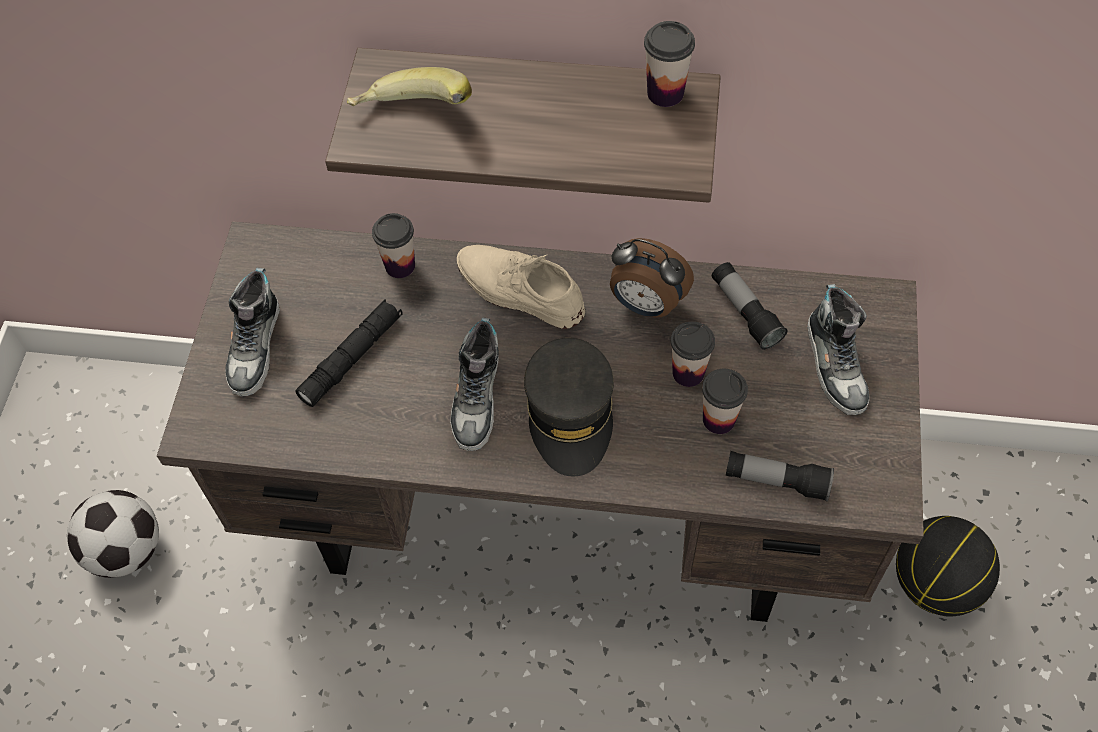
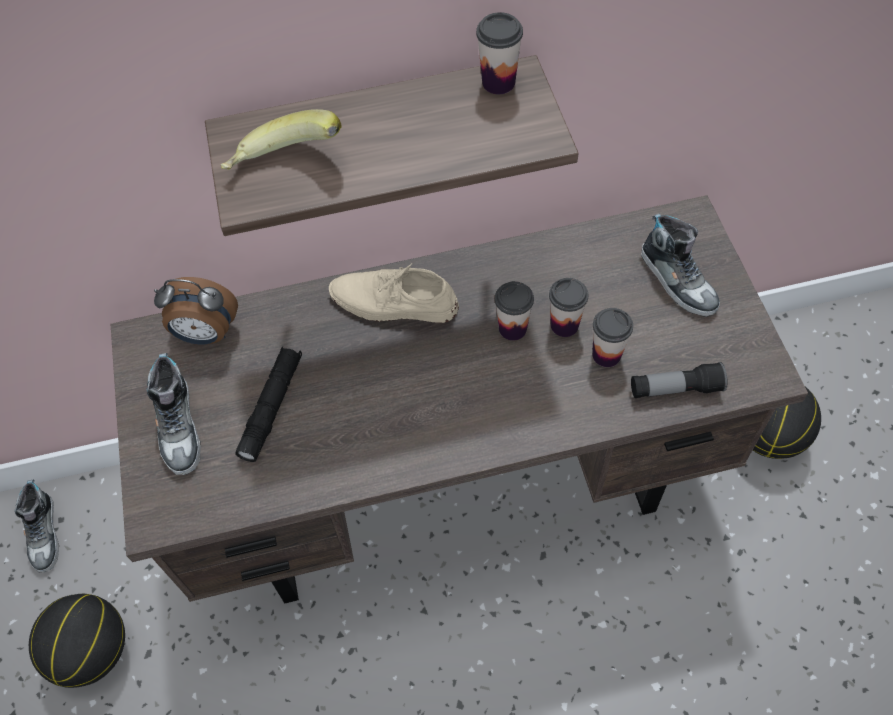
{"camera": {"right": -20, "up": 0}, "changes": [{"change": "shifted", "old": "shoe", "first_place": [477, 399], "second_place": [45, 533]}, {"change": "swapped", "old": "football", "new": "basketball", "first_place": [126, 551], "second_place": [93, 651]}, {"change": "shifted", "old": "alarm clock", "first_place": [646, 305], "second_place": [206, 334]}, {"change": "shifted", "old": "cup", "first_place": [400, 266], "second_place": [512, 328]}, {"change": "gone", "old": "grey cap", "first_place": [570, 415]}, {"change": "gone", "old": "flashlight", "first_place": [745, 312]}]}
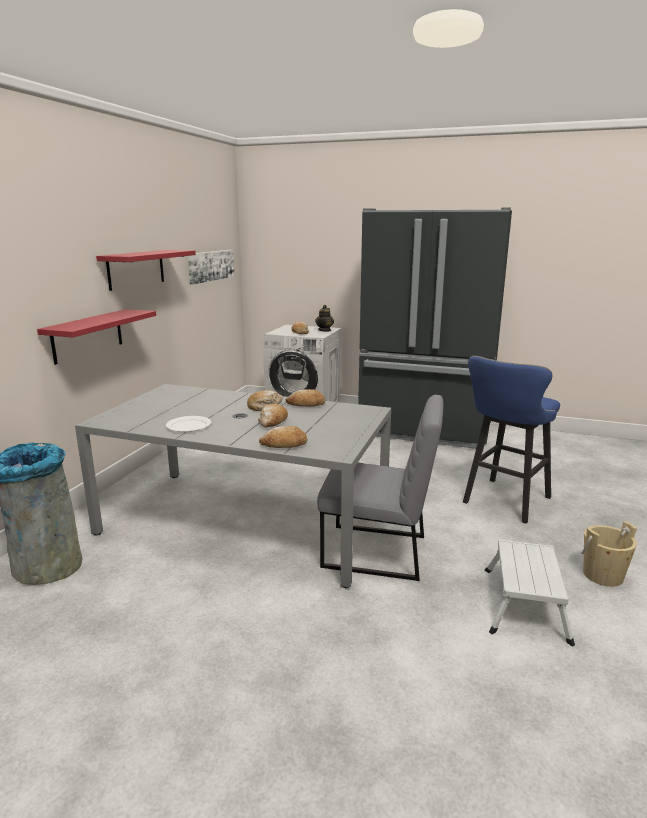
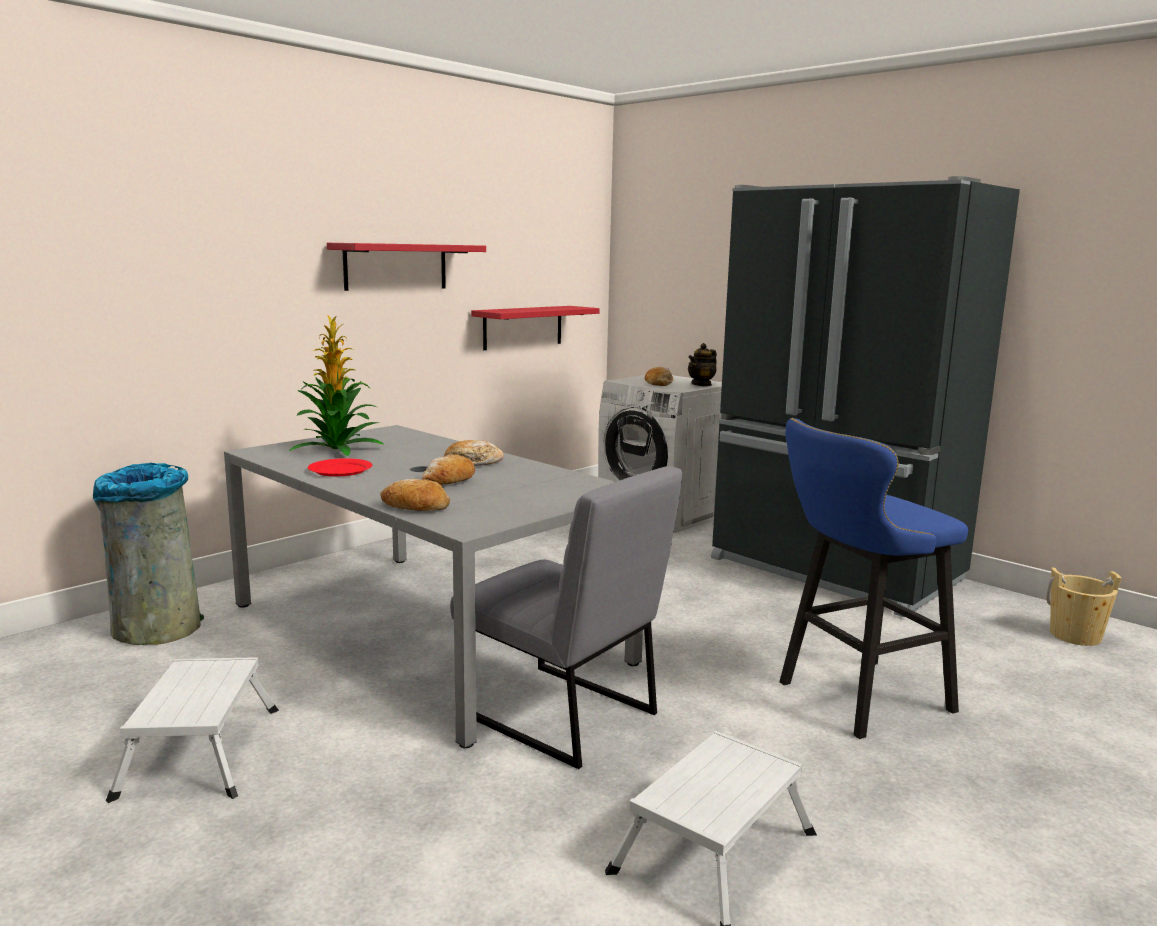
{"camera": {"right": 25, "up": -5}, "changes": [{"change": "new", "new": "white step ladder", "second_place": [200, 751]}, {"change": "new", "new": "potted plant", "second_place": [338, 449]}, {"change": "repainted", "old": "white plate", "new": "red plate", "first_place": [188, 426], "second_place": [340, 470]}, {"change": "shifted", "old": "red shelf", "first_place": [87, 335], "second_place": [523, 327]}, {"change": "shifted", "old": "beige bucket", "first_place": [603, 575], "second_place": [1075, 636]}, {"change": "gone", "old": "picture", "first_place": [210, 266]}, {"change": "gone", "old": "bread", "first_place": [306, 405]}]}
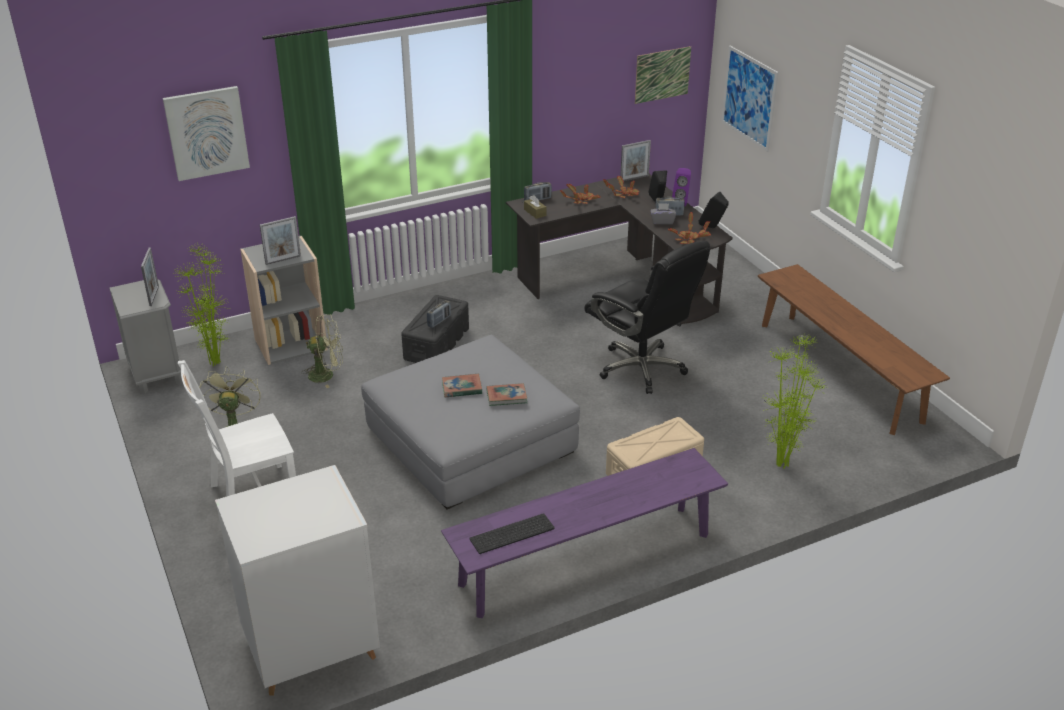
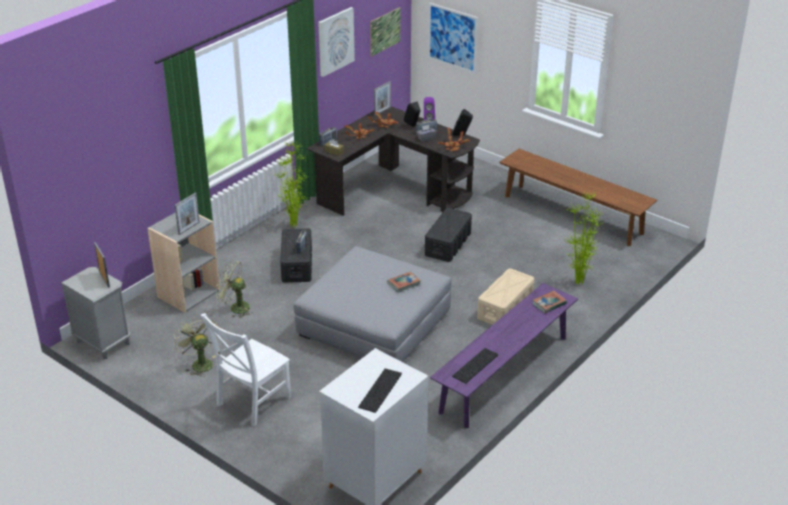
{"camera": {"right": -25, "up": 0}, "changes": [{"change": "rotated", "old": "green fan", "first_place": [327, 375], "second_place": [235, 308], "degrees": -135}, {"change": "shifted", "old": "potted plant", "first_place": [217, 363], "second_place": [295, 226]}, {"change": "shifted", "old": "picture", "first_place": [207, 133], "second_place": [335, 41]}, {"change": "new", "new": "keyboard", "second_place": [381, 391]}, {"change": "swapped", "old": "black office chair", "new": "black storage box", "first_place": [640, 367], "second_place": [447, 244]}, {"change": "shifted", "old": "book", "first_place": [462, 388], "second_place": [549, 304]}]}
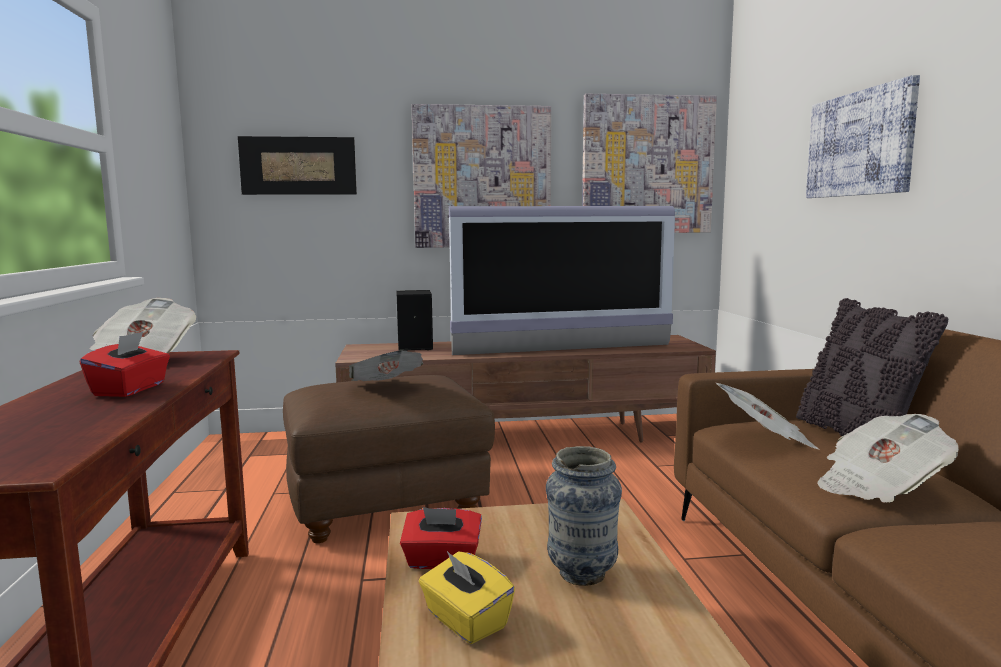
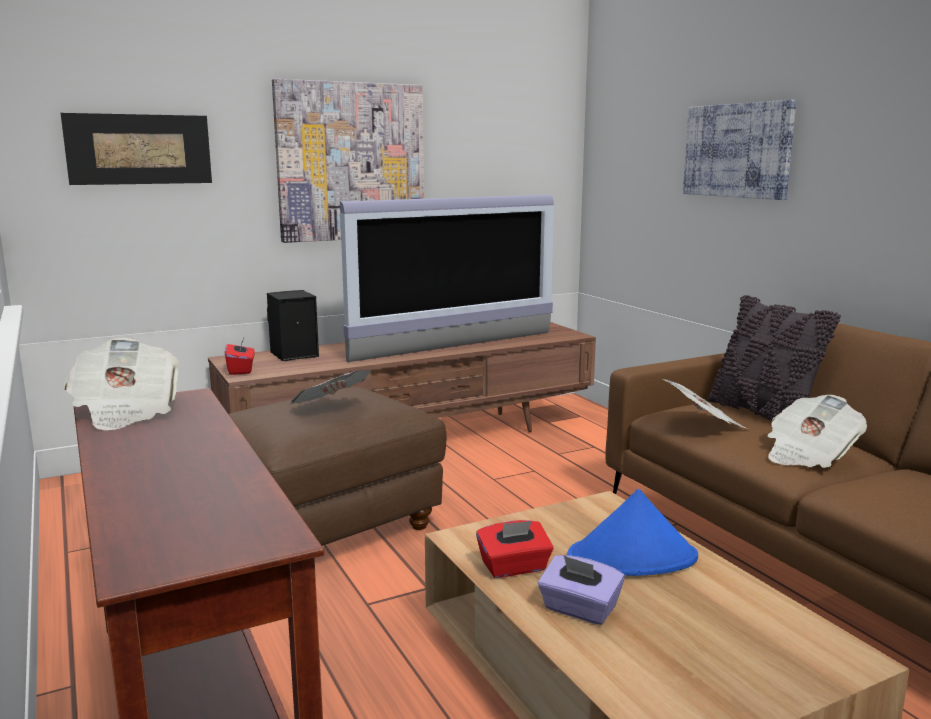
{"camera": {"right": -20, "up": 5}, "changes": [{"change": "shifted", "old": "red tissue box", "first_place": [130, 389], "second_place": [241, 370]}, {"change": "repainted", "old": "yellow tissue box", "new": "purple tissue box", "first_place": [465, 621], "second_place": [579, 609]}, {"change": "swapped", "old": "vase", "new": "blue hat", "first_place": [582, 574], "second_place": [633, 558]}, {"change": "gone", "old": "picture", "first_place": [647, 165]}]}
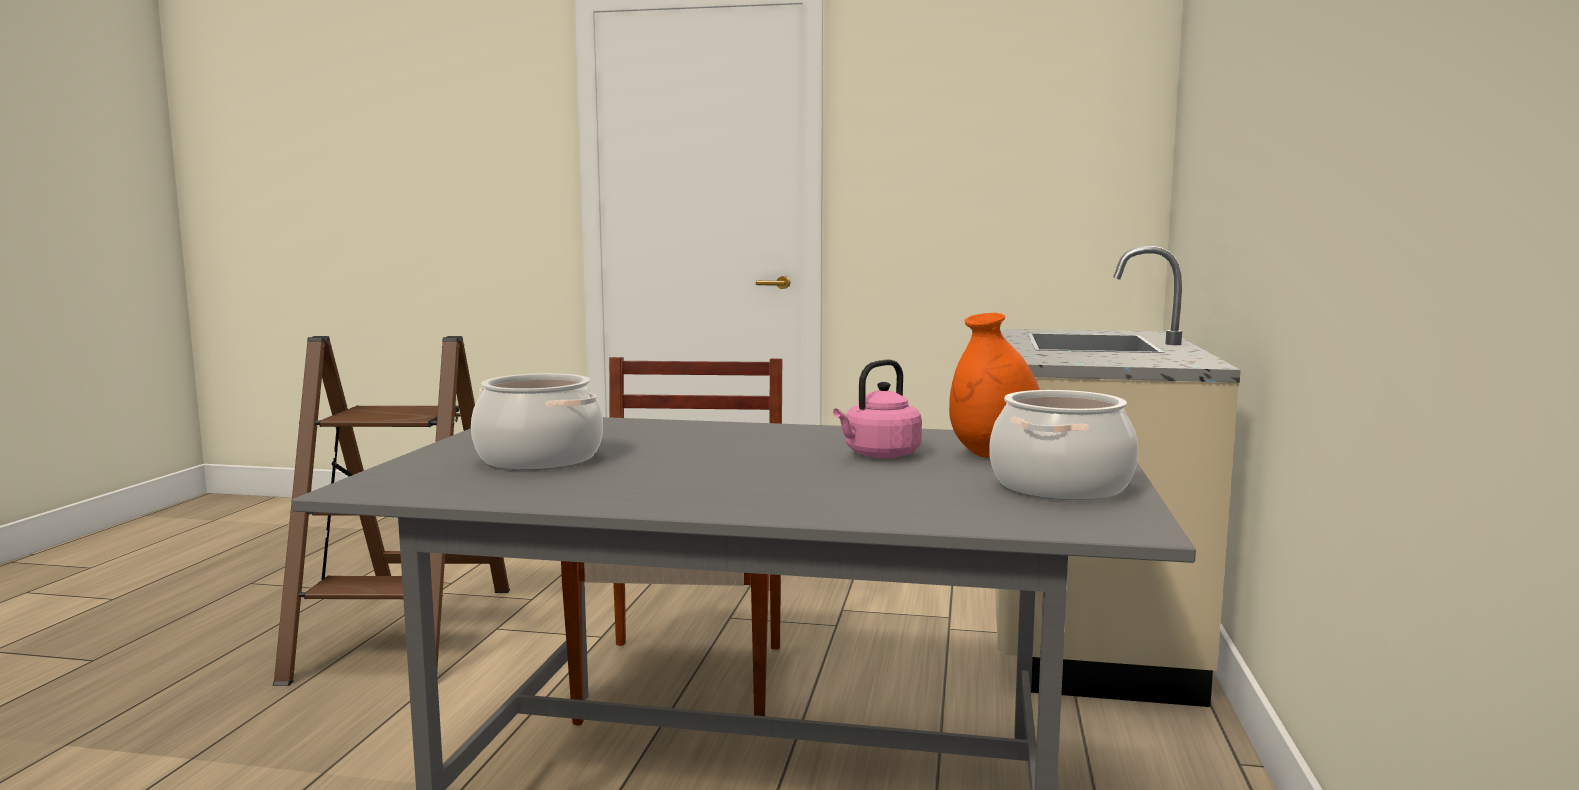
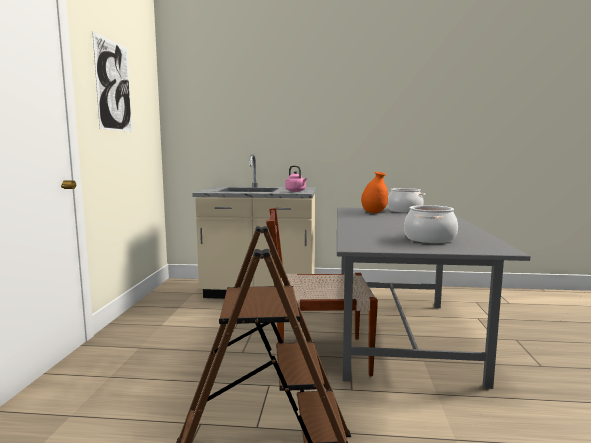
{"camera": {"right": -95, "up": 0}, "changes": [{"change": "new", "new": "picture", "second_place": [114, 86]}, {"change": "shifted", "old": "pink kettle", "first_place": [879, 455], "second_place": [296, 191]}]}
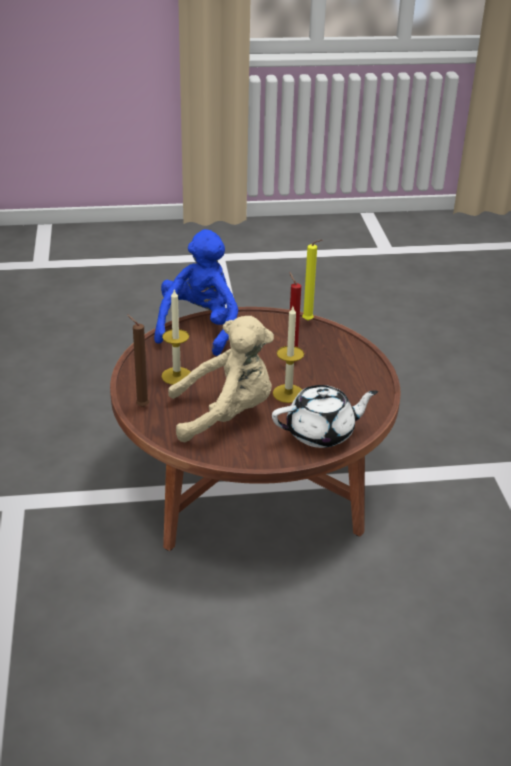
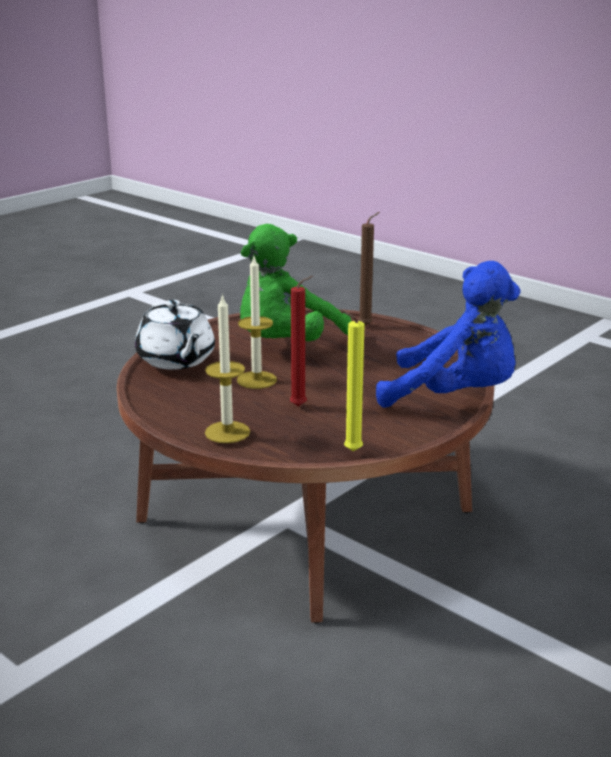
{"camera": {"right": 140, "up": -10}, "changes": [{"change": "rotated", "old": "white teapot", "first_place": [321, 433], "second_place": [176, 360], "degrees": -60}, {"change": "shifted", "old": "candle", "first_place": [176, 376], "second_place": [227, 432]}, {"change": "repainted", "old": "beige plush toy", "new": "green plush toy", "first_place": [226, 415], "second_place": [286, 346]}, {"change": "rotated", "old": "blue plush toy", "first_place": [199, 328], "second_place": [455, 397], "degrees": -45}]}
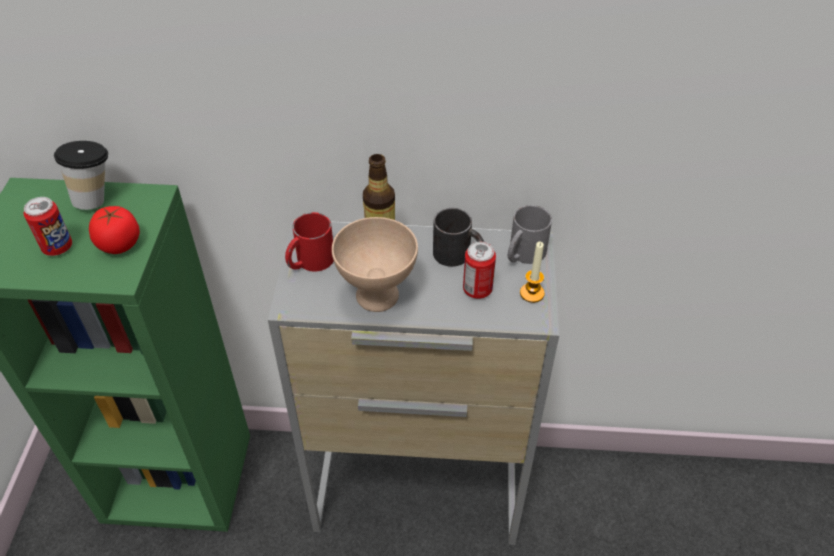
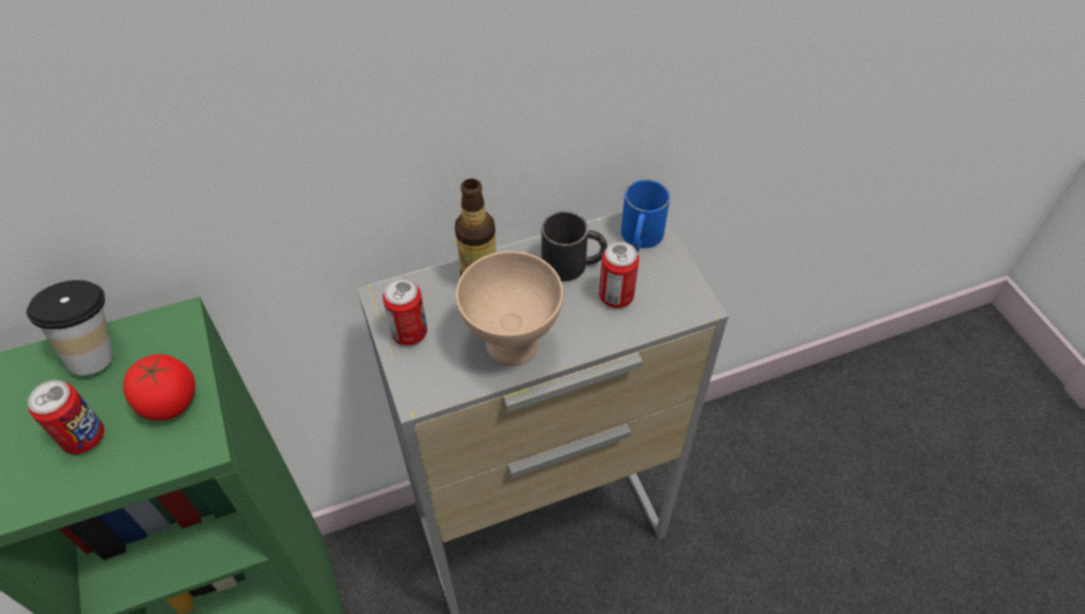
{"camera": {"right": -25, "up": 5}, "changes": [{"change": "swapped", "old": "red mug", "new": "can", "first_place": [309, 262], "second_place": [409, 333]}, {"change": "repainted", "old": "grey mug", "new": "blue mug", "first_place": [523, 254], "second_place": [640, 239]}, {"change": "gone", "old": "candle", "first_place": [532, 293]}]}
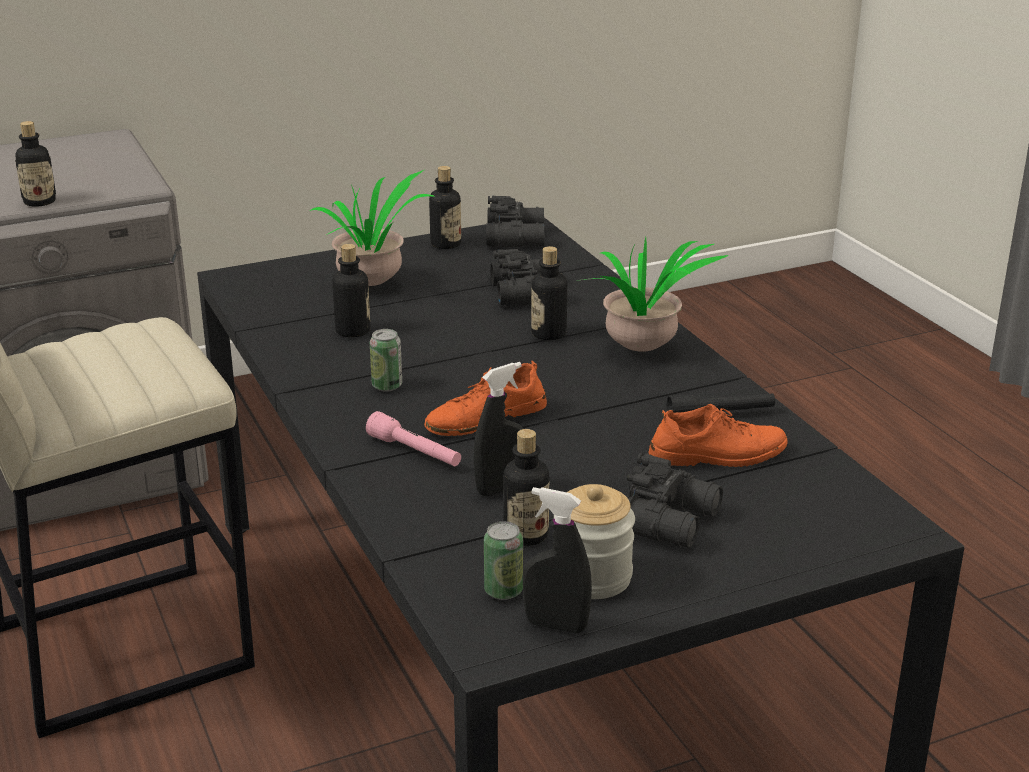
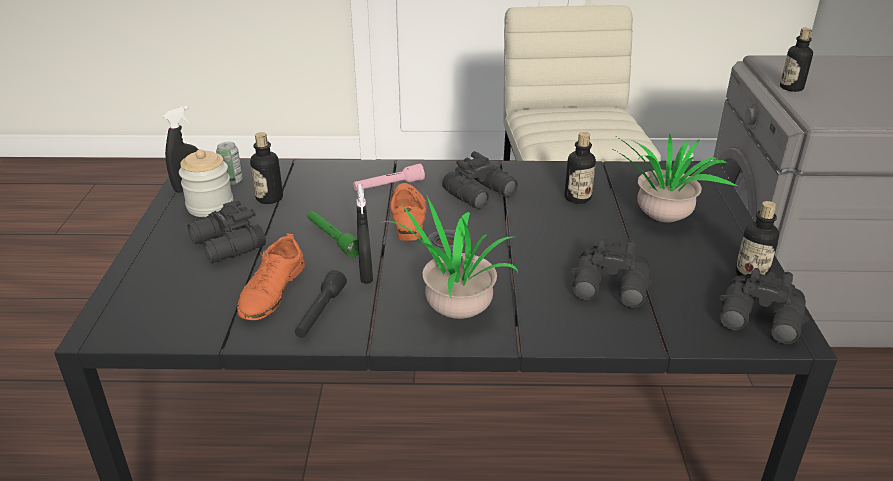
{"camera": {"right": 115, "up": 5}, "changes": [{"change": "new", "new": "green flashlight", "second_place": [333, 239]}, {"change": "shifted", "old": "black spray bottle", "first_place": [501, 488], "second_place": [366, 274]}, {"change": "swapped", "old": "can", "new": "black binoculars", "first_place": [387, 386], "second_place": [481, 194]}, {"change": "gone", "old": "bottle", "first_place": [548, 333]}]}
